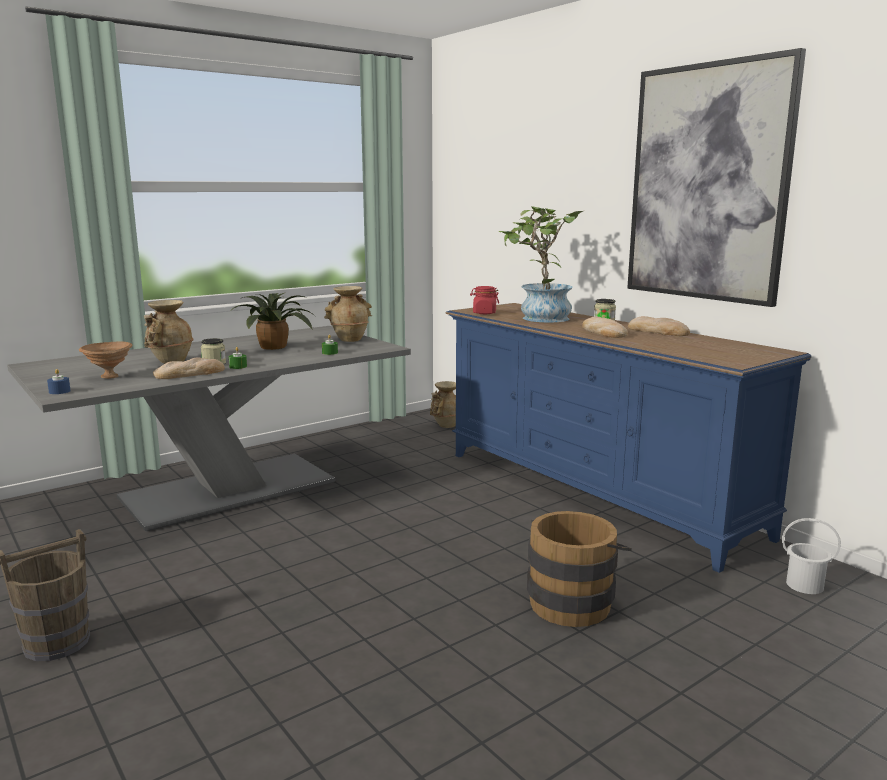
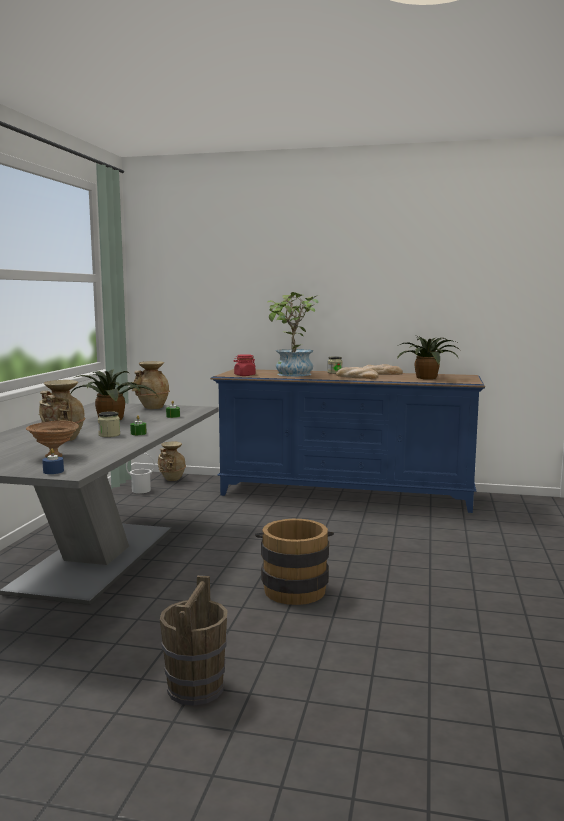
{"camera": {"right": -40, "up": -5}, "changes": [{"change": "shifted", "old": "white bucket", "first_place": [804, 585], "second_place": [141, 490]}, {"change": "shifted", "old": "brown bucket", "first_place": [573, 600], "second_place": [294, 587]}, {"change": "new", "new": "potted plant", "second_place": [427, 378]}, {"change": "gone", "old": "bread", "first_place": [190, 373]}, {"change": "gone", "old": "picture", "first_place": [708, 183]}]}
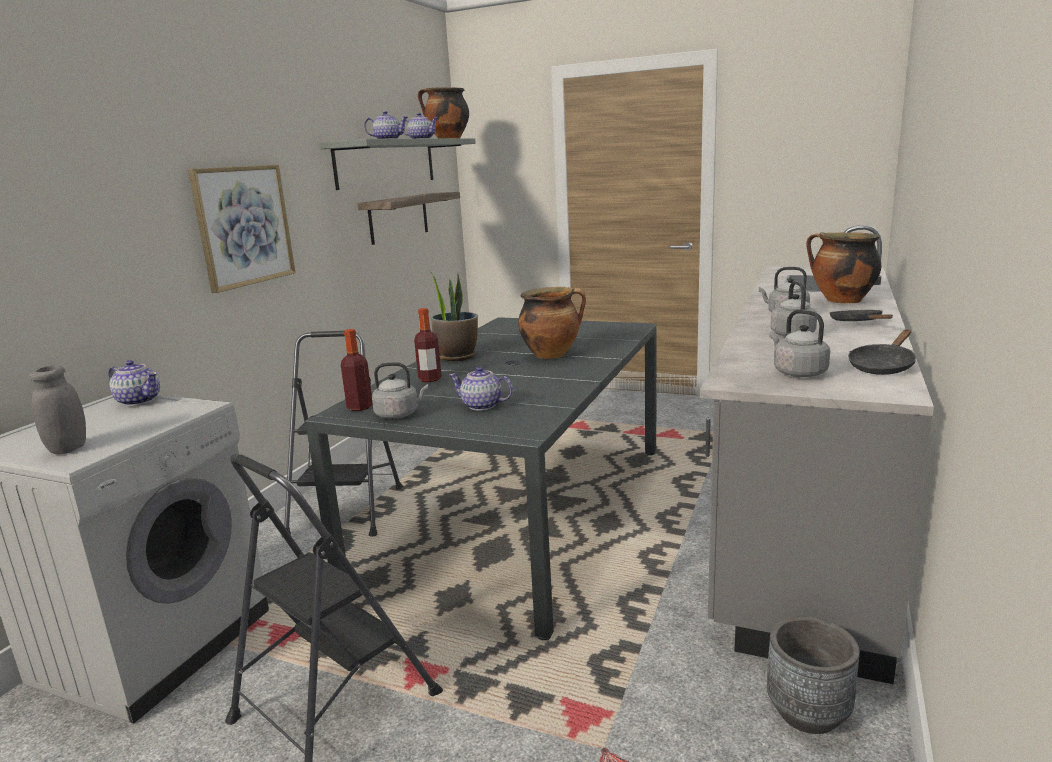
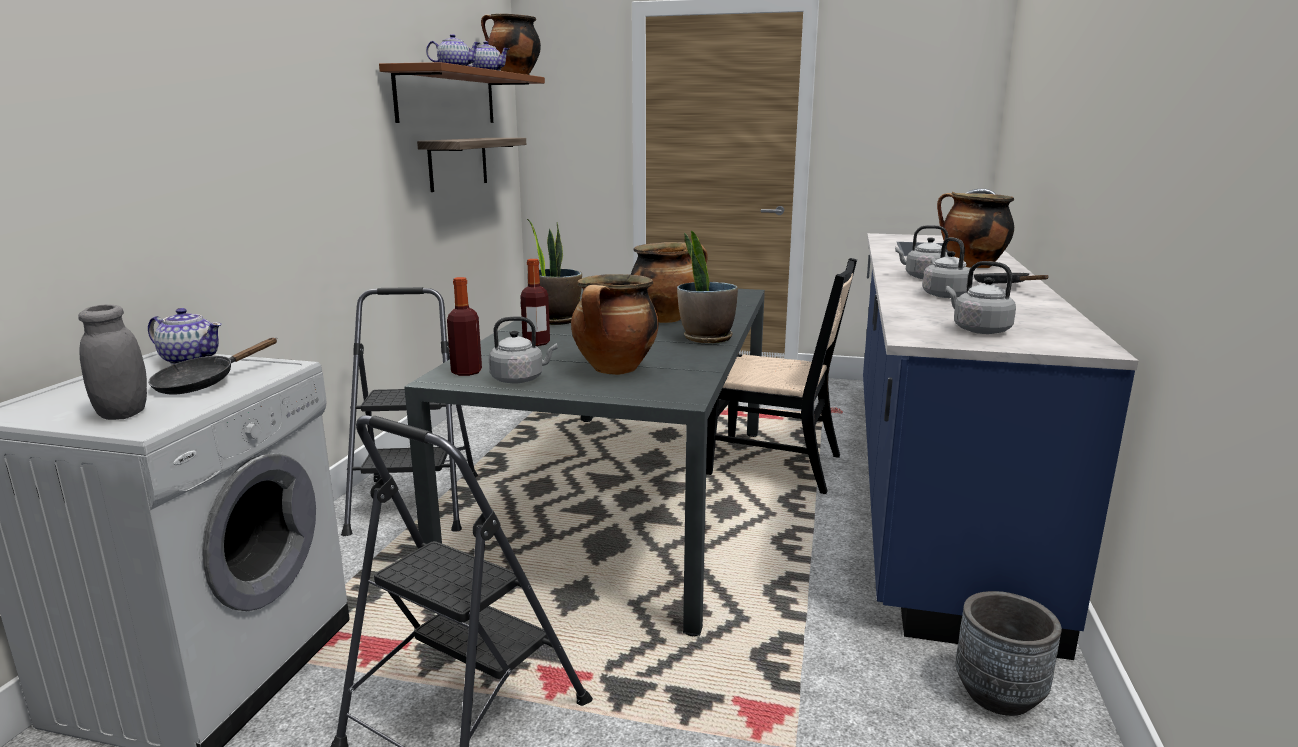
{"camera": {"right": -10, "up": 0}, "changes": [{"change": "shifted", "old": "black frying pan", "first_place": [883, 366], "second_place": [203, 383]}, {"change": "repainted", "old": "grey shelf", "new": "brown shelf", "first_place": [386, 163], "second_place": [447, 97]}, {"change": "swapped", "old": "teapot", "new": "cooking pot", "first_place": [482, 406], "second_place": [615, 370]}, {"change": "new", "new": "potted plant", "second_place": [706, 338]}, {"change": "new", "new": "chair", "second_place": [775, 465]}, {"change": "repainted", "old": "grey counter", "new": "blue counter", "first_place": [804, 503], "second_place": [929, 482]}, {"change": "gone", "old": "picture", "first_place": [244, 226]}]}
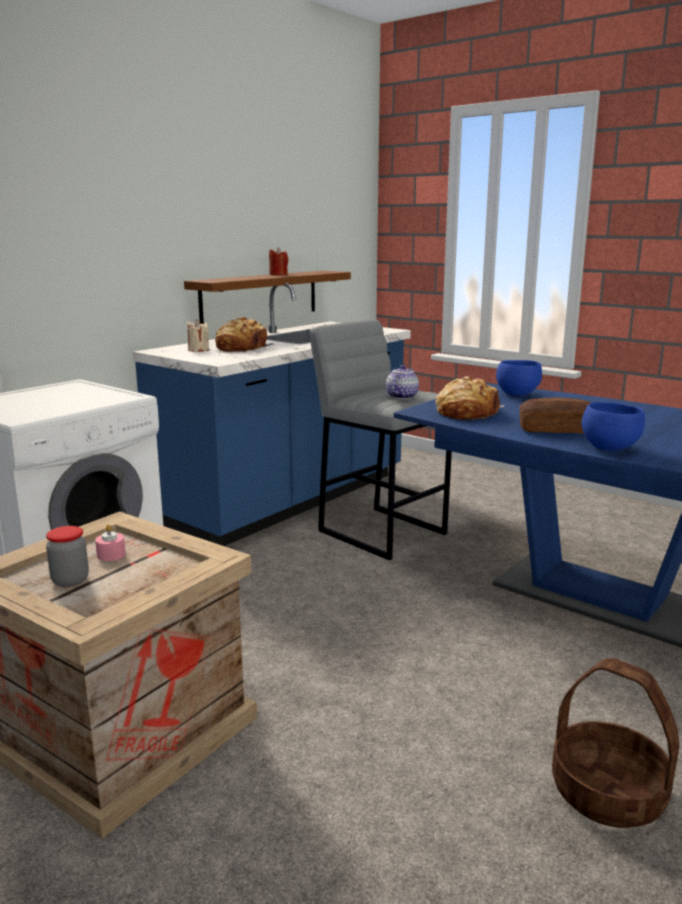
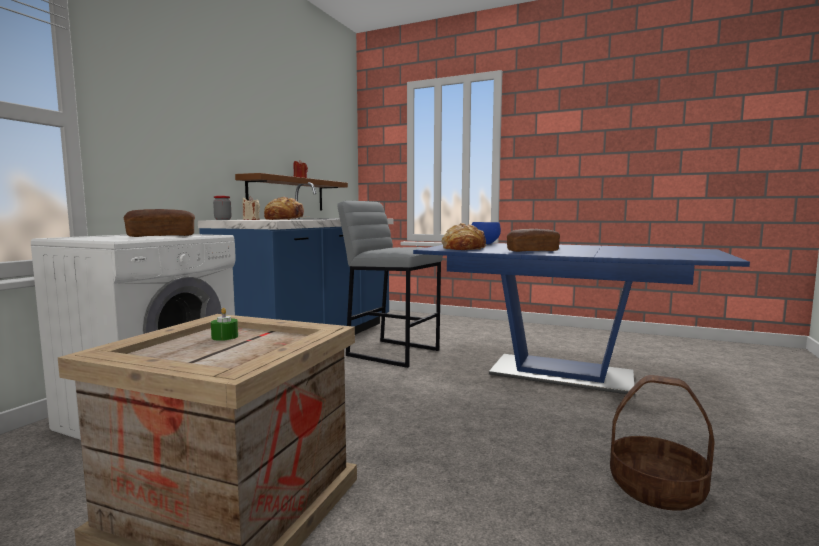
{"camera": {"right": -15, "up": -10}, "changes": [{"change": "new", "new": "bread", "second_place": [161, 236]}, {"change": "repainted", "old": "pink candle", "new": "green candle", "first_place": [111, 555], "second_place": [225, 337]}, {"change": "shifted", "old": "jar", "first_place": [70, 580], "second_place": [223, 219]}, {"change": "gone", "old": "teapot", "first_place": [401, 396]}, {"change": "gone", "old": "blue bowl", "first_place": [610, 448]}]}
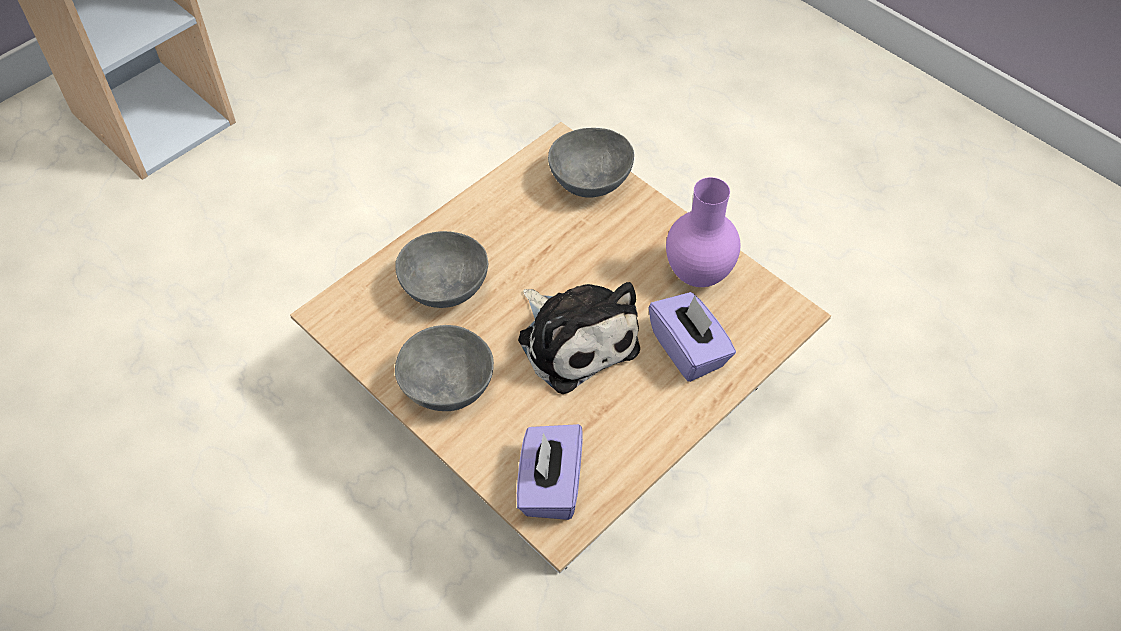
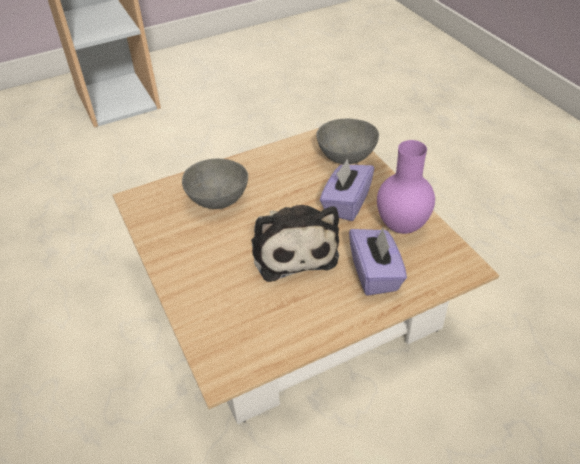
{"camera": {"right": 20, "up": -10}, "changes": [{"change": "shifted", "old": "purple tissue box", "first_place": [549, 486], "second_place": [346, 203]}, {"change": "gone", "old": "grey bowl", "first_place": [445, 387]}]}
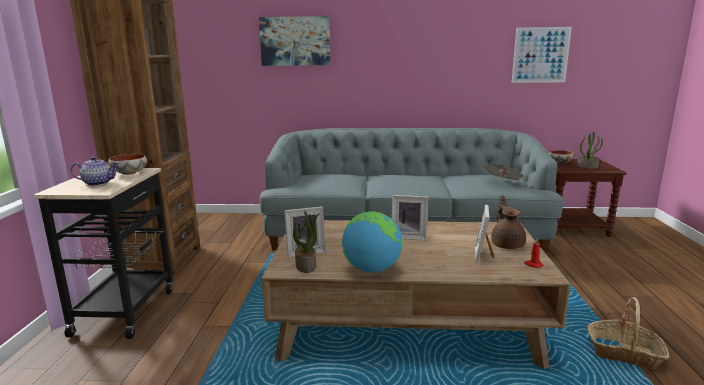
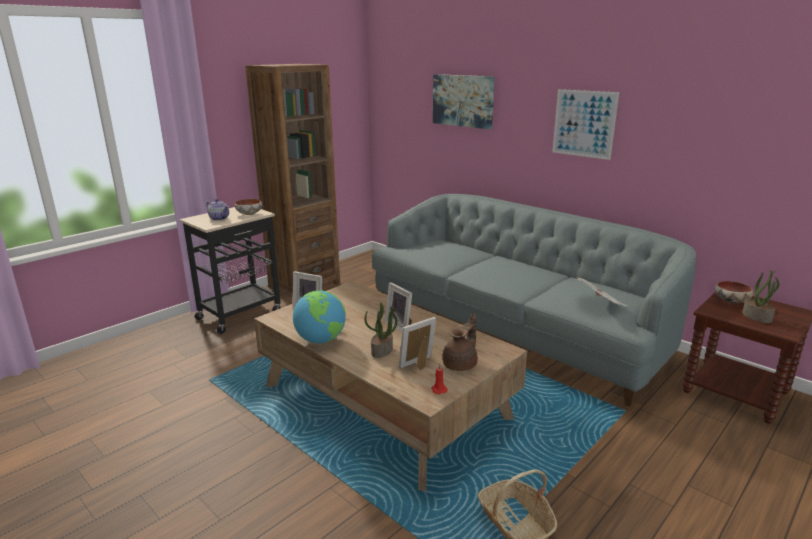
{"camera": {"right": 40, "up": 5}, "changes": [{"change": "shifted", "old": "potted plant", "first_place": [306, 266], "second_place": [382, 351]}, {"change": "shifted", "old": "picture", "first_place": [540, 55], "second_place": [584, 123]}]}
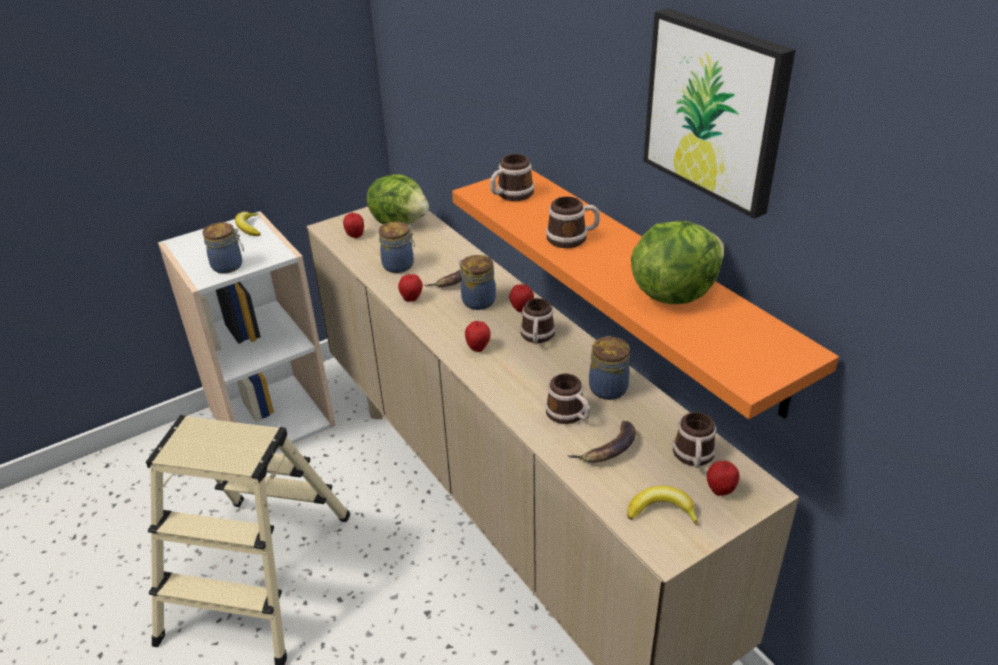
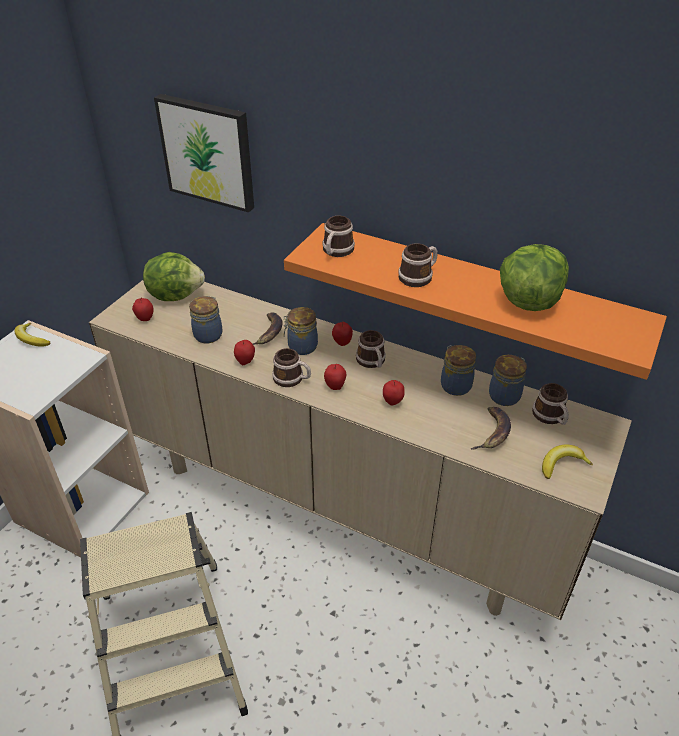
{"camera": {"right": -30, "up": 5}, "changes": [{"change": "shifted", "old": "picture", "first_place": [716, 110], "second_place": [208, 152]}, {"change": "shifted", "old": "mug", "first_place": [569, 415], "second_place": [292, 379]}, {"change": "shifted", "old": "apple", "first_place": [720, 491], "second_place": [392, 402]}, {"change": "shifted", "old": "jar", "first_place": [229, 266], "second_place": [505, 395]}]}
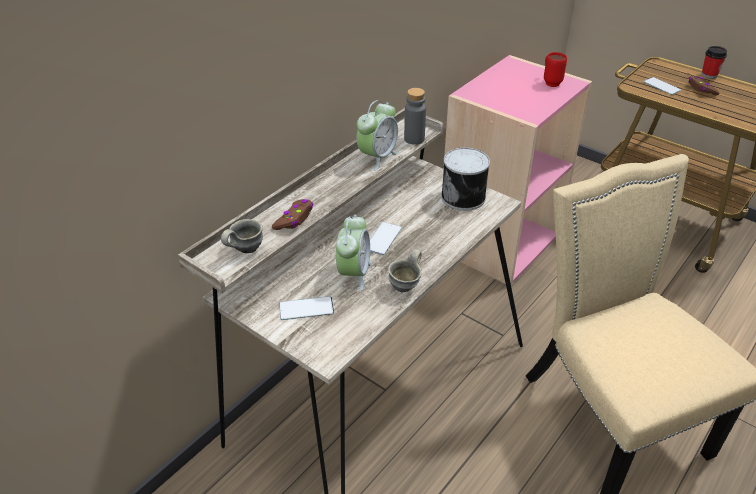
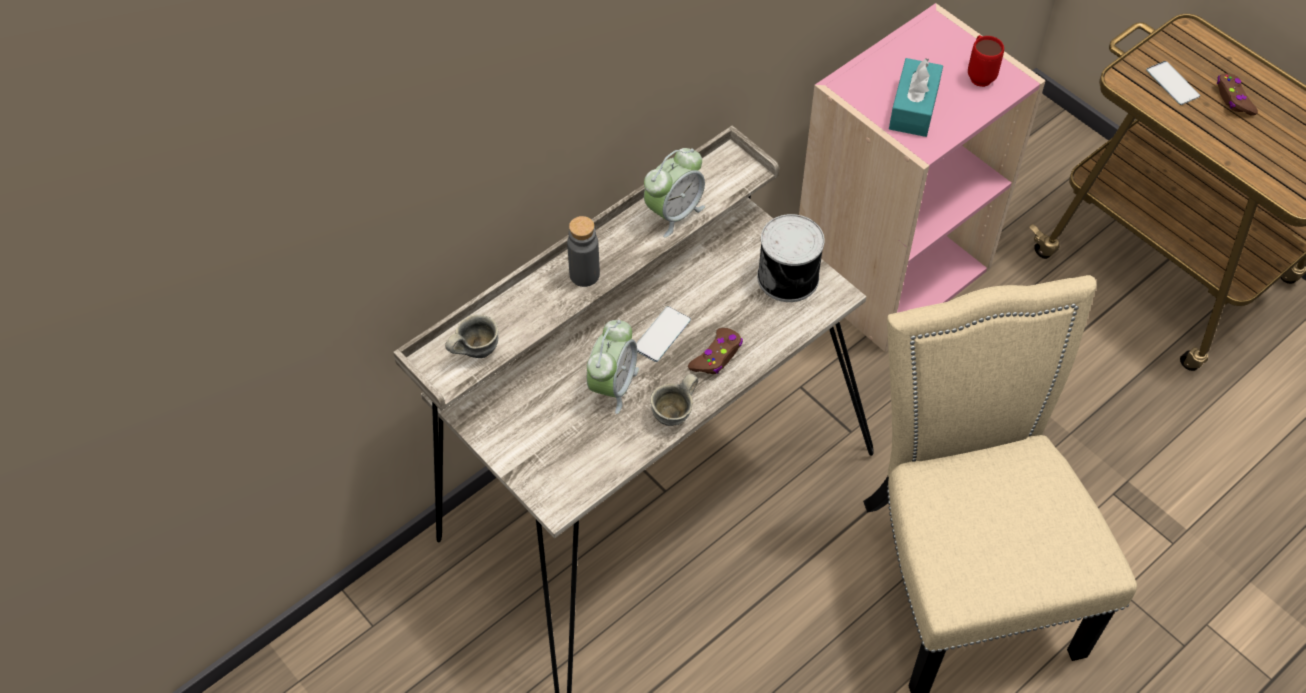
{"camera": {"right": 10, "up": 15}, "changes": [{"change": "shifted", "old": "grey bottle", "first_place": [414, 139], "second_place": [584, 275]}, {"change": "shifted", "old": "brown game controller", "first_place": [294, 219], "second_place": [717, 356]}, {"change": "new", "new": "turquoise tissue box", "second_place": [913, 108]}, {"change": "gone", "old": "phone", "first_place": [306, 308]}, {"change": "gone", "old": "cup", "first_place": [709, 75]}]}
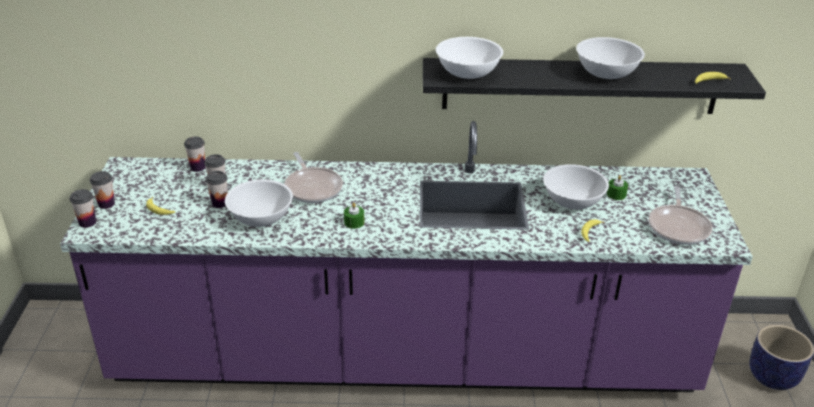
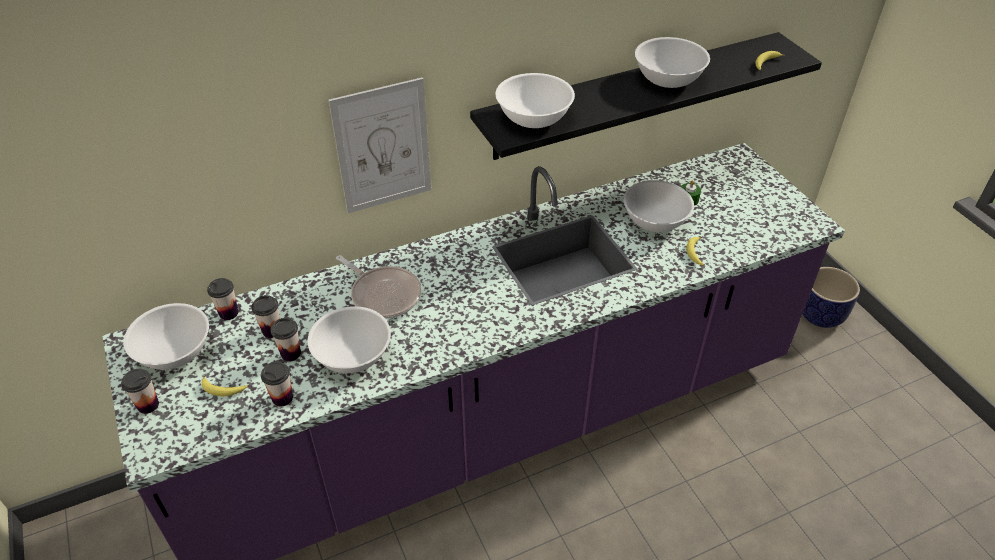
{"camera": {"right": -25, "up": 10}, "changes": [{"change": "new", "new": "white bowl", "second_place": [174, 352]}, {"change": "shifted", "old": "cup", "first_place": [87, 222], "second_place": [282, 398]}, {"change": "new", "new": "picture", "second_place": [383, 147]}, {"change": "gone", "old": "green candle", "first_place": [354, 222]}, {"change": "gone", "old": "frying pan", "first_place": [678, 227]}]}
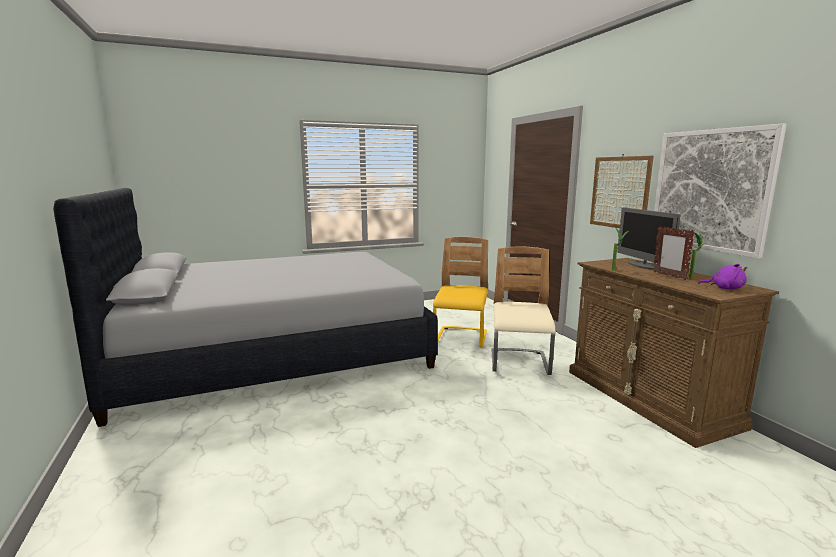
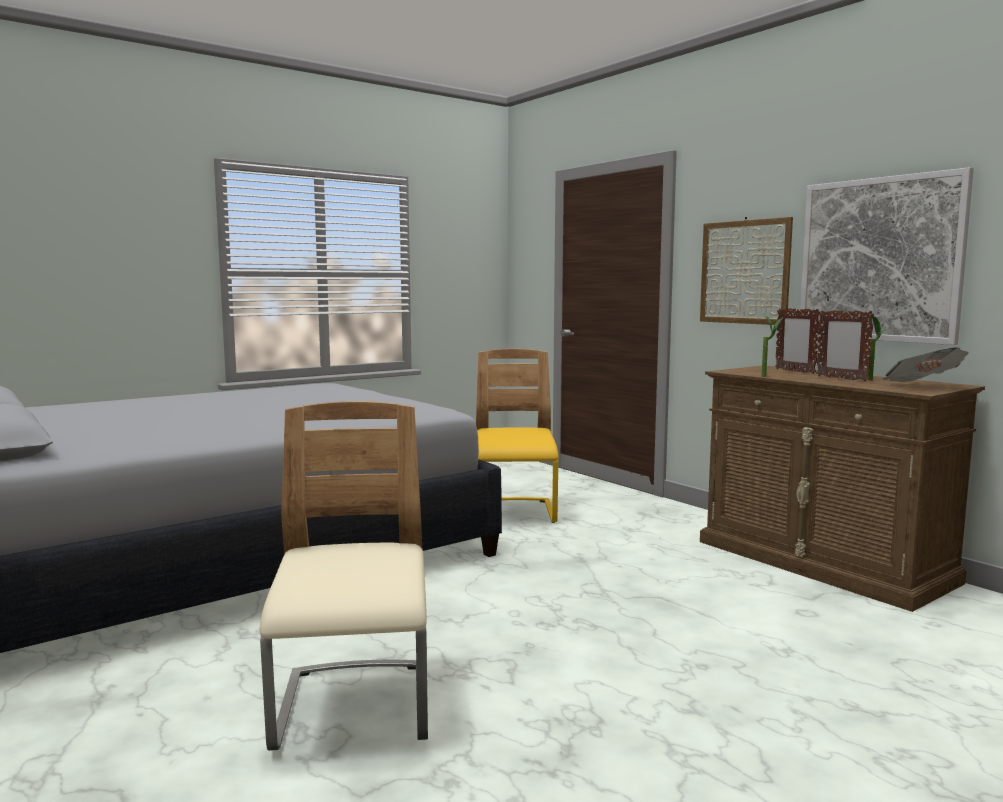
{"camera": {"right": -15, "up": -5}, "changes": [{"change": "shifted", "old": "beige chair", "first_place": [519, 363], "second_place": [354, 709]}, {"change": "swapped", "old": "monitor", "new": "picture frame", "first_place": [642, 265], "second_place": [794, 371]}, {"change": "swapped", "old": "purple plush toy", "new": "newspaper", "first_place": [724, 288], "second_place": [922, 386]}]}
